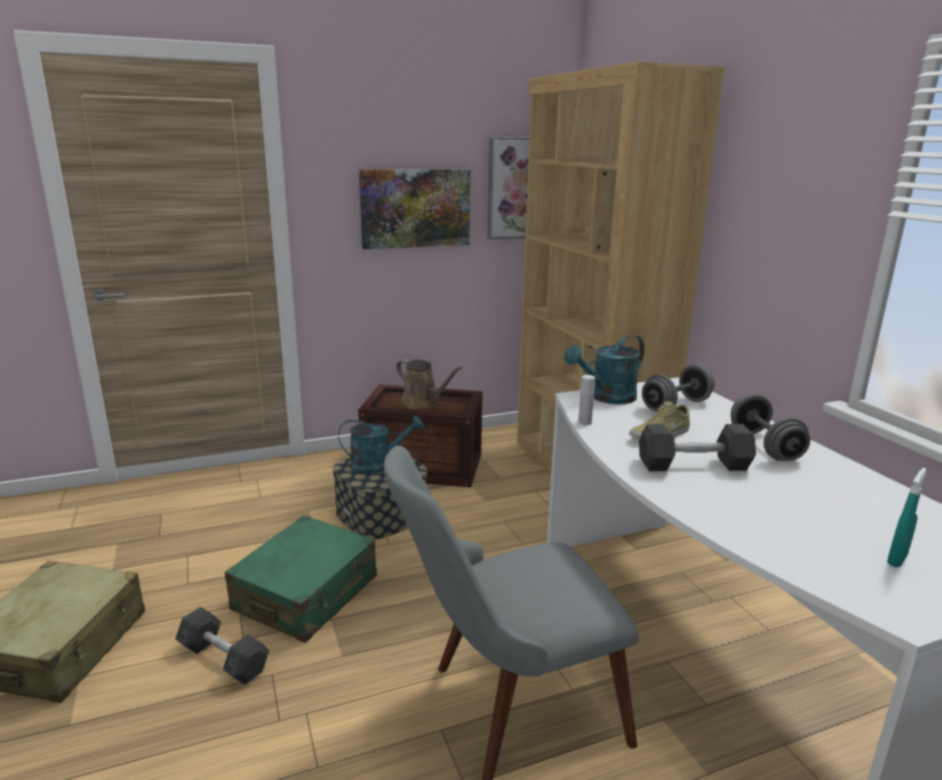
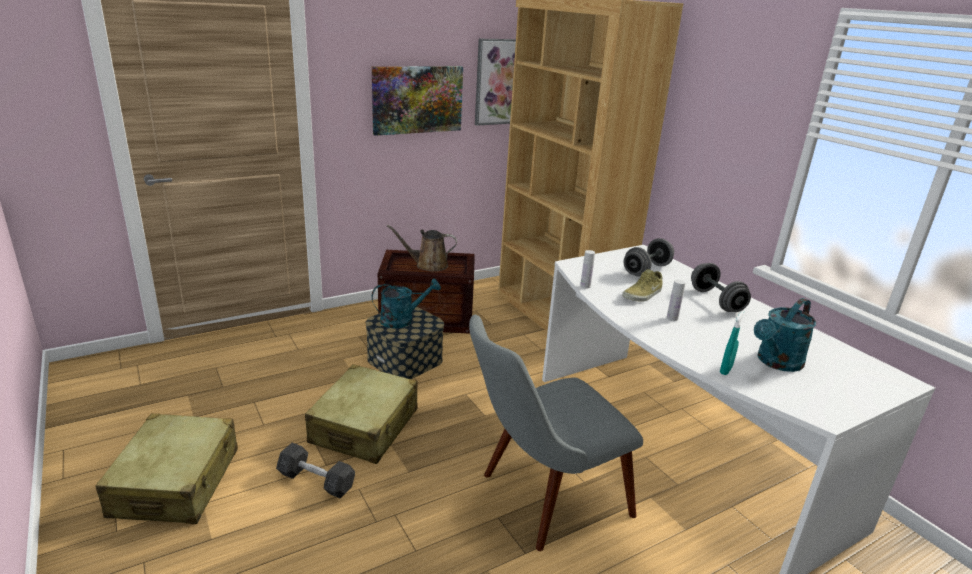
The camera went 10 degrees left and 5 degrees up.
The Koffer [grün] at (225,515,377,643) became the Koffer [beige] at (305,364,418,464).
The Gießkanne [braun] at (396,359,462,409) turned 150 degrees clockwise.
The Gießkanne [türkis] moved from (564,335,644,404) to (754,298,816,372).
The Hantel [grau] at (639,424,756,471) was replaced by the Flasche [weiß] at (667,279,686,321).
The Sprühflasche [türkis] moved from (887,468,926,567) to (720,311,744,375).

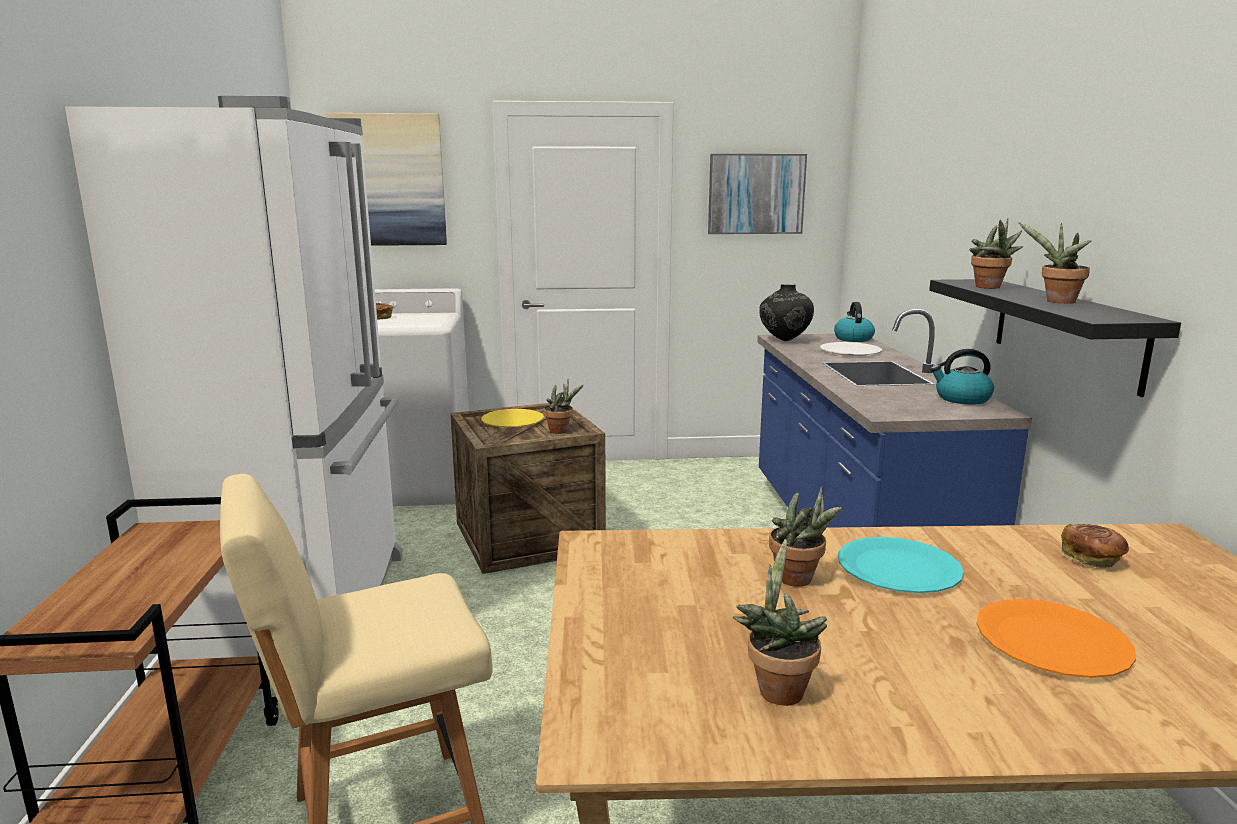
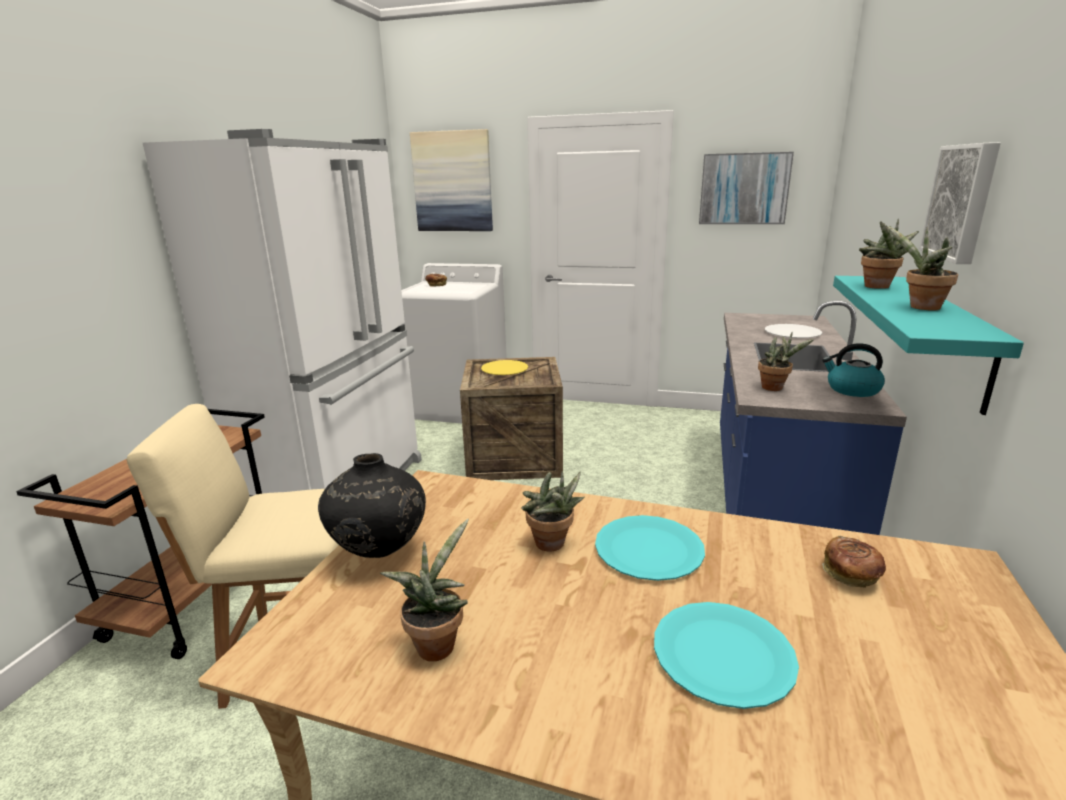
The camera went 20 degrees right and 5 degrees up.
The Topfpflanze moved from (544,379,584,434) to (758,331,814,391).
The Vase [schwarz] moved from (759,284,814,341) to (318,453,426,558).
The Wasserkessel at (834,302,875,342) disappeared.
The Wandregal [schwarz] at (929,279,1181,397) became the Wandregal [türkis] at (833,276,1024,415).
The Teller [orange] at (976,599,1136,678) became the Teller [türkis] at (654,602,799,709).
The Bild at (919,142,1001,264) appeared.

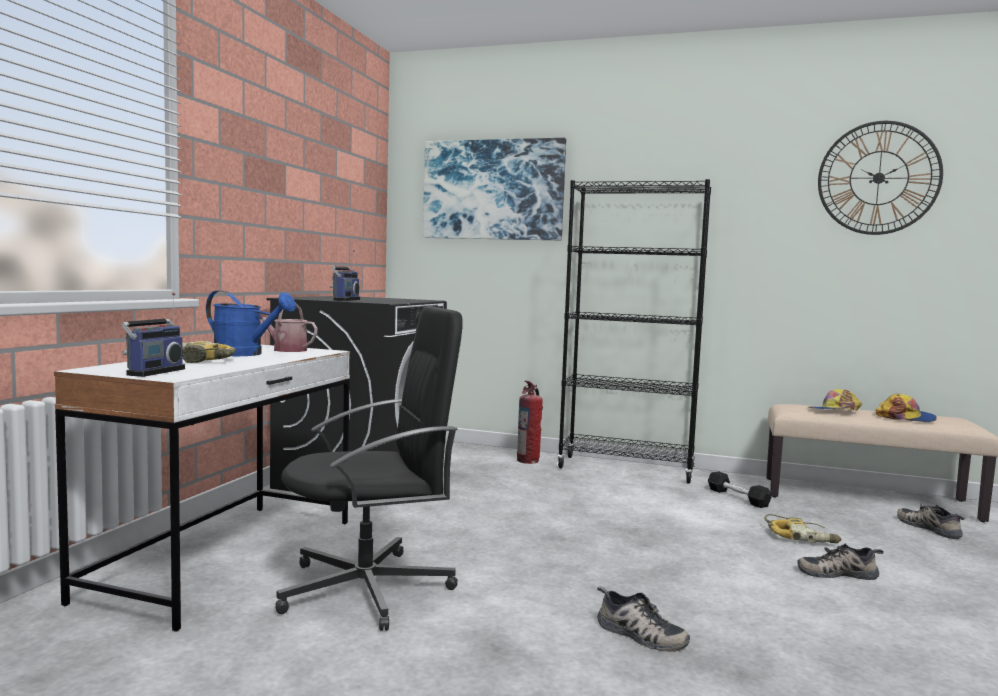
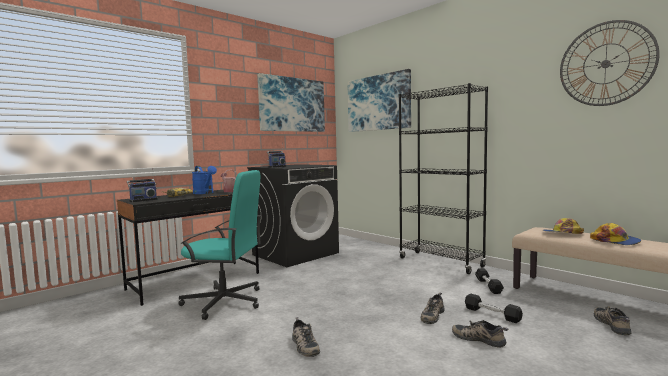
The camera went 30 degrees right and 0 degrees up.
The Schreibtisch [weiß] at (54,345,350,632) became the Schreibtisch [schwarz] at (117,190,259,306).
The Bürostuhl [schwarz] at (275,306,463,631) became the Bürostuhl [türkis] at (178,170,262,320).
The Feuerlöscher at (517,380,543,464) disappeared.
The Bohrmaschine at (764,514,842,543) was replaced by the Hantel [schwarz] at (465,293,523,323).
The Bild at (258,73,325,132) appeared.
The Schuh at (421,293,444,324) appeared.

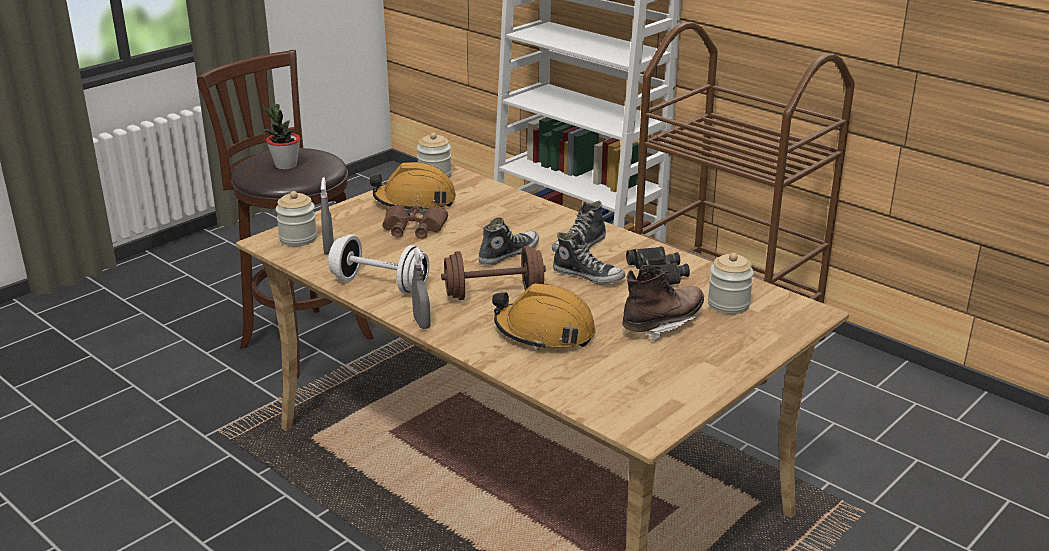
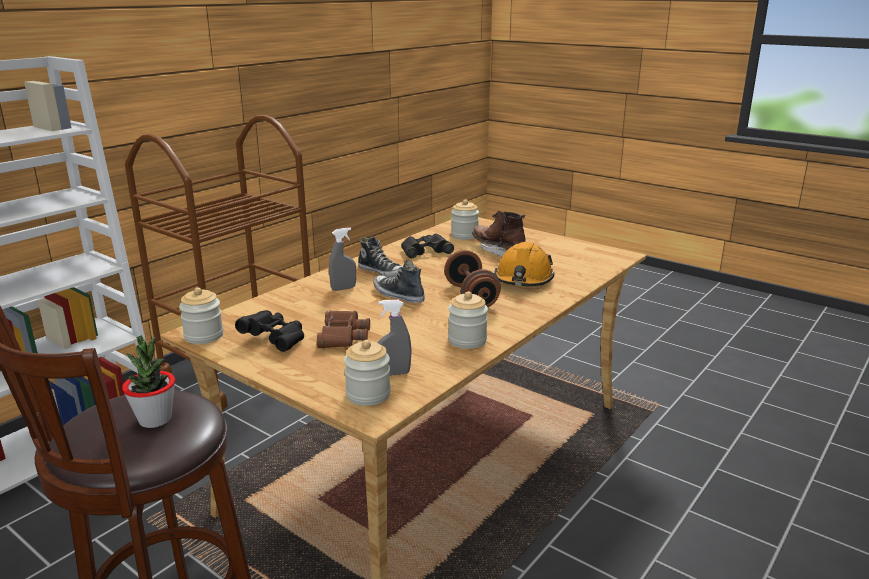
The camera went 95 degrees left and 5 degrees down.
The Hantel [weiß] at (328,234,429,293) was replaced by the Vorratsglas at (448,292,488,349).
The Schutzhelm [orange] at (370,162,456,210) was replaced by the Fernglas [schwarz] at (235,310,304,352).
The Sprühflasche [grau] moved from (412,247,431,329) to (329,228,356,291).
The Schuh at (553,231,625,285) disappeared.

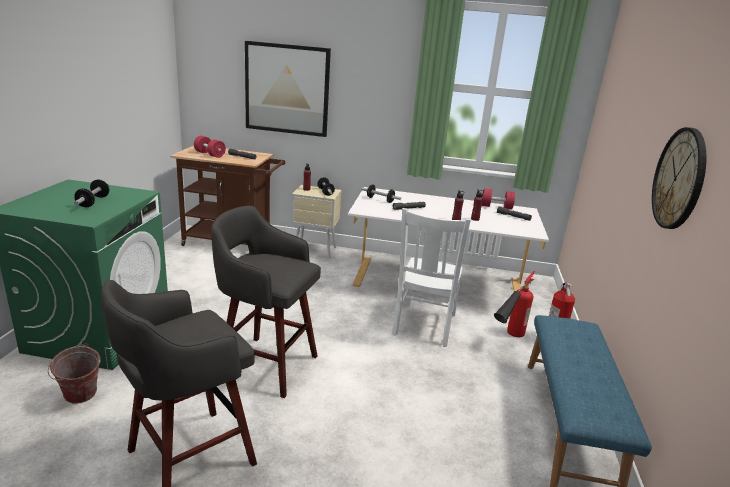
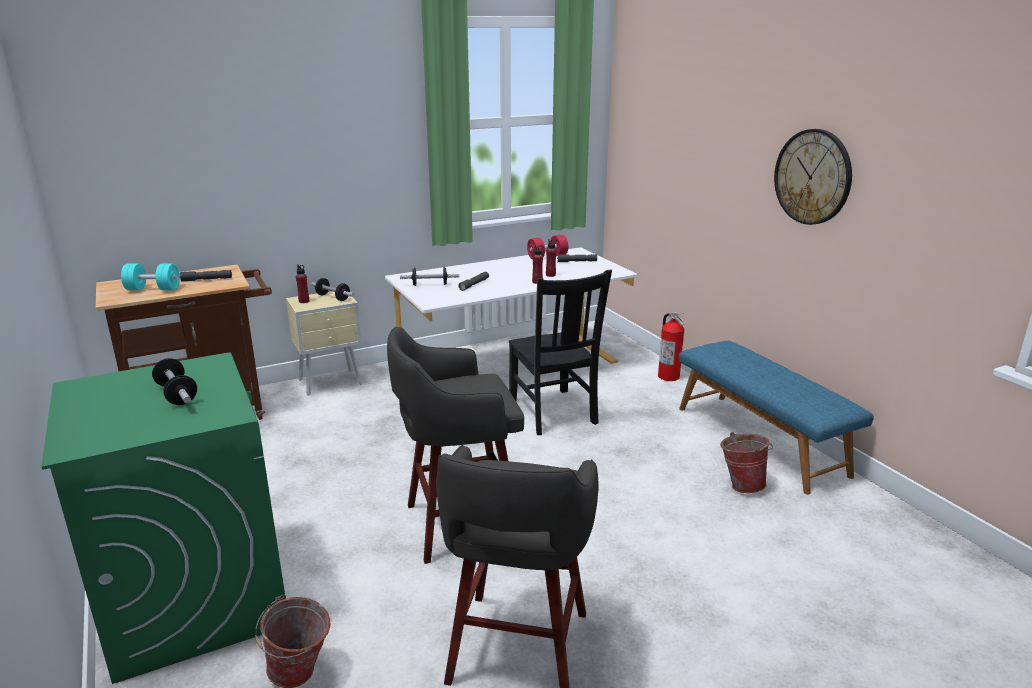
The camera went 35 degrees left and 0 degrees up.
The Hantel [rot] at (194,136,226,158) became the Hantel [türkis] at (121,264,180,290).
The Bild at (245,41,331,137) disappeared.
The Stuhl [weiß] at (392,208,471,347) became the Stuhl [schwarz] at (509,270,612,435).
The Feuerlöscher at (494,271,535,337) disappeared.
The Eimer at (720,432,773,493) appeared.

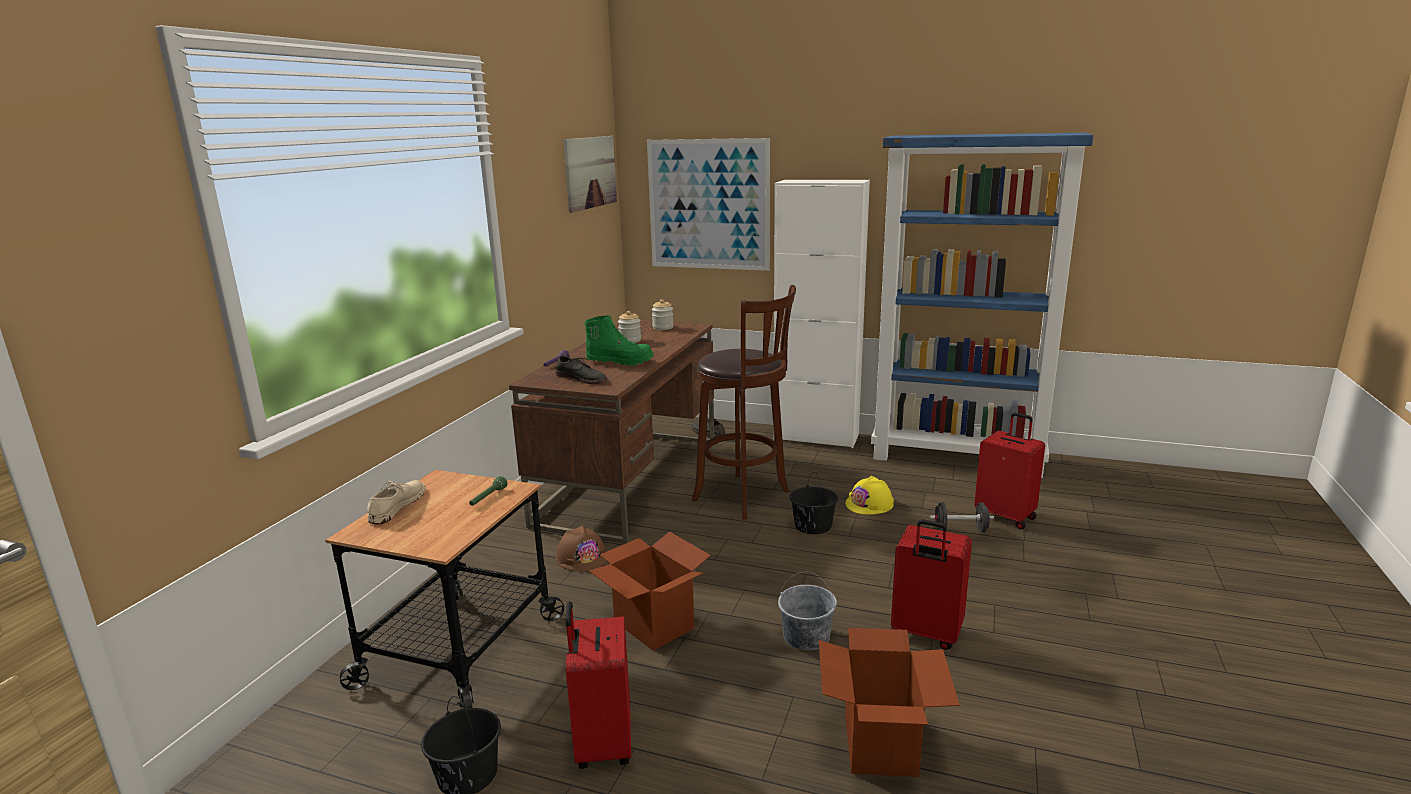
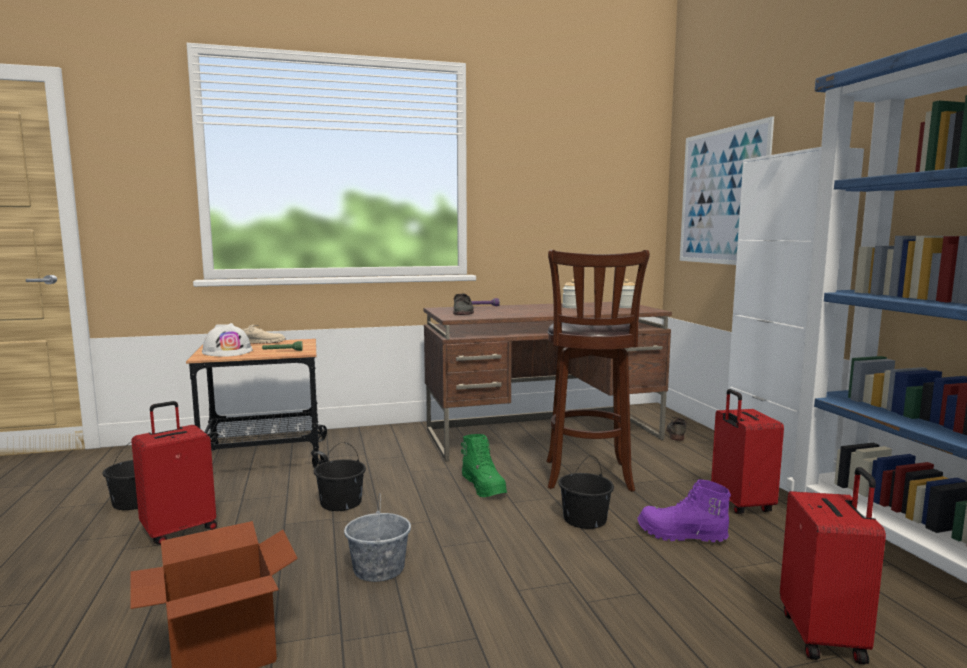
The camera went 55 degrees right and 10 degrees down.
The Schutzhelm [braun] at (556,525,607,571) disappeared.
The Bild at (563,136,617,213) disappeared.
The Stiefel [grün] moved from (584,315,654,366) to (461,434,507,497).
The Karton at (589,531,711,651) was replaced by the Eimer [schwarz] at (314,442,366,511).
The Schutzhelm [gelb] at (846,476,894,515) was replaced by the Stiefel [lila] at (638,480,731,542).
The Koffer [rot] moved from (891,519,972,650) to (711,389,784,514).
The Hantel [schwarz] at (929,502,994,532) disappeared.
The Schutzhelm [weiß] at (202,323,253,357) appeared.

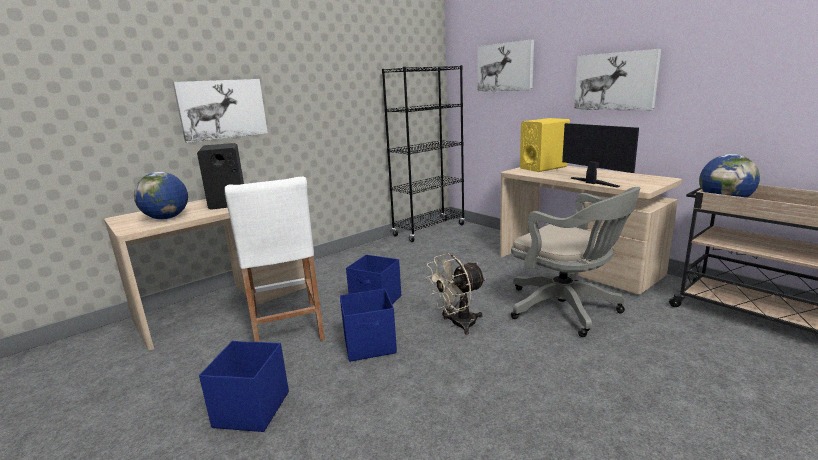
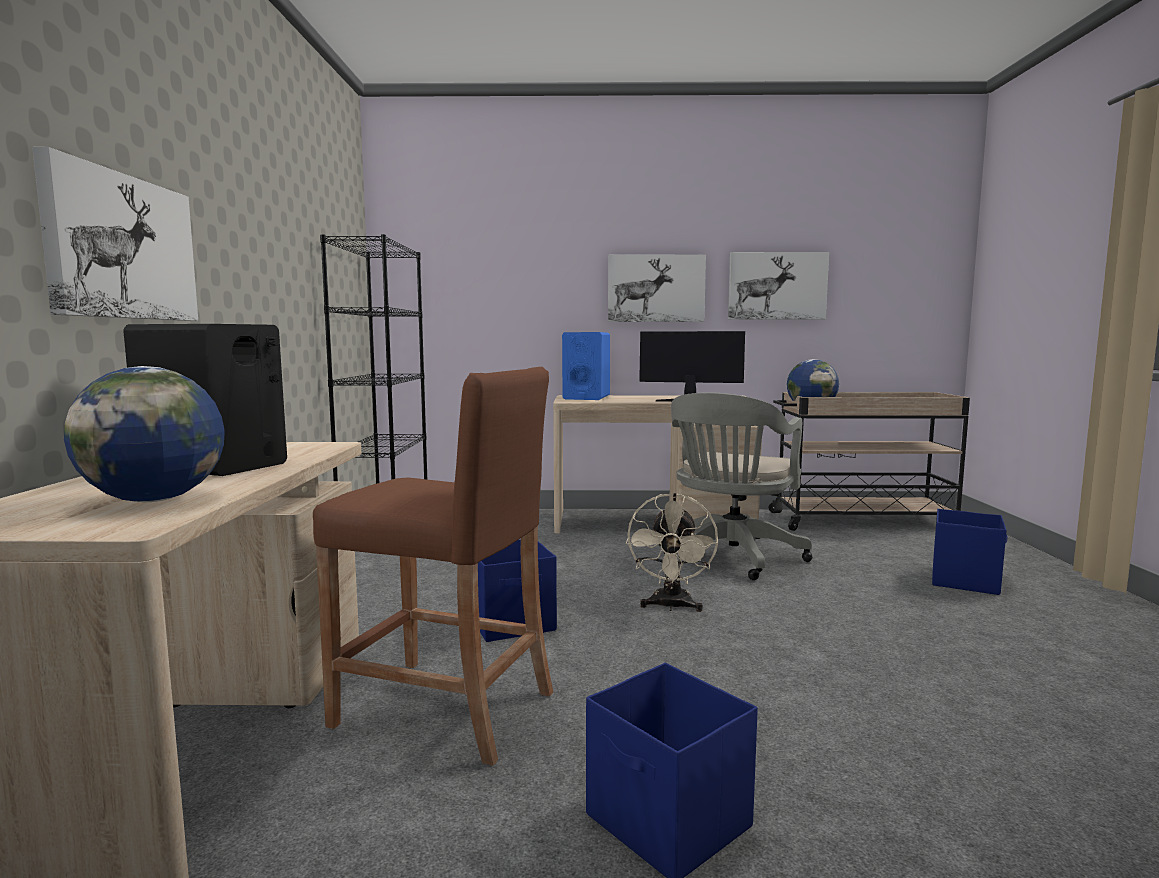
The camera went 50 degrees left and 10 degrees down.
The Hocker [weiß] at (225,177,325,342) became the Hocker [braun] at (313,367,553,766).
The Aufbewahrungsbox [blau] moved from (340,289,397,362) to (932,509,1008,595).
The Bild moved from (477,39,534,92) to (728,252,829,320).
The Bürostuhl [grau] at (511,187,640,337) turned 120 degrees clockwise.
The Lautsprecher [gelb] at (520,118,570,172) became the Lautsprecher [blau] at (562,332,610,400).

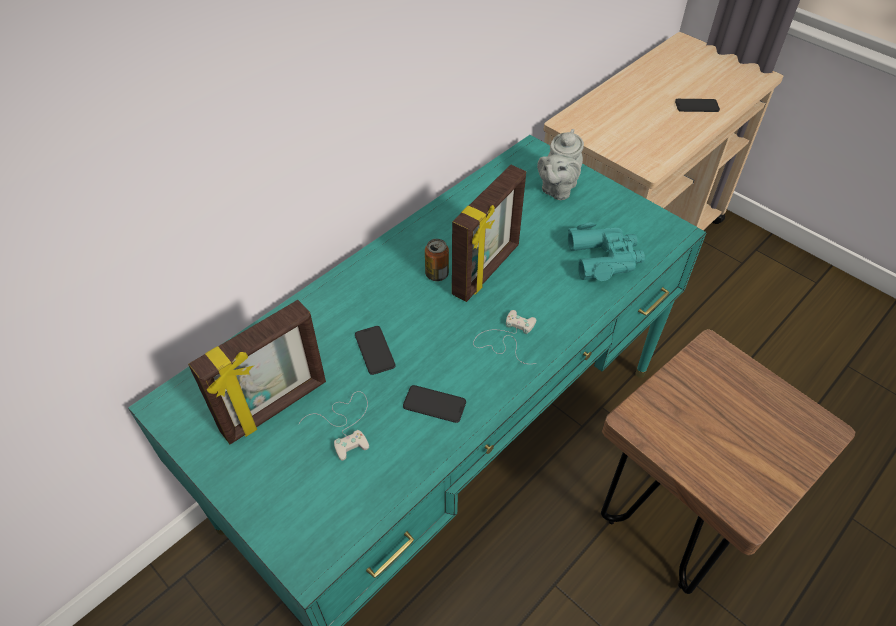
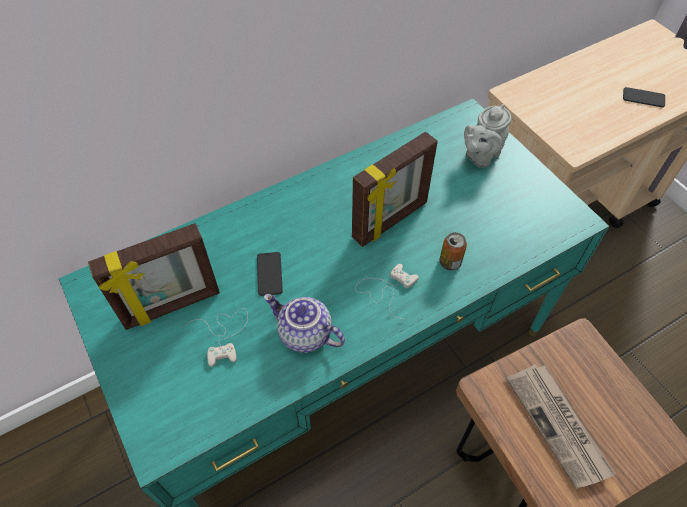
The camera went 15 degrees right and 5 degrees up.
The Handy at (403,385,466,423) was replaced by the Teekanne at (264,294,345,353).
The Dose moved from (425,239,449,281) to (439,232,467,270).
The Fernglas [türkis] at (568,222,645,281) disappeared.
The Zeitung at (506,364,616,489) appeared.

